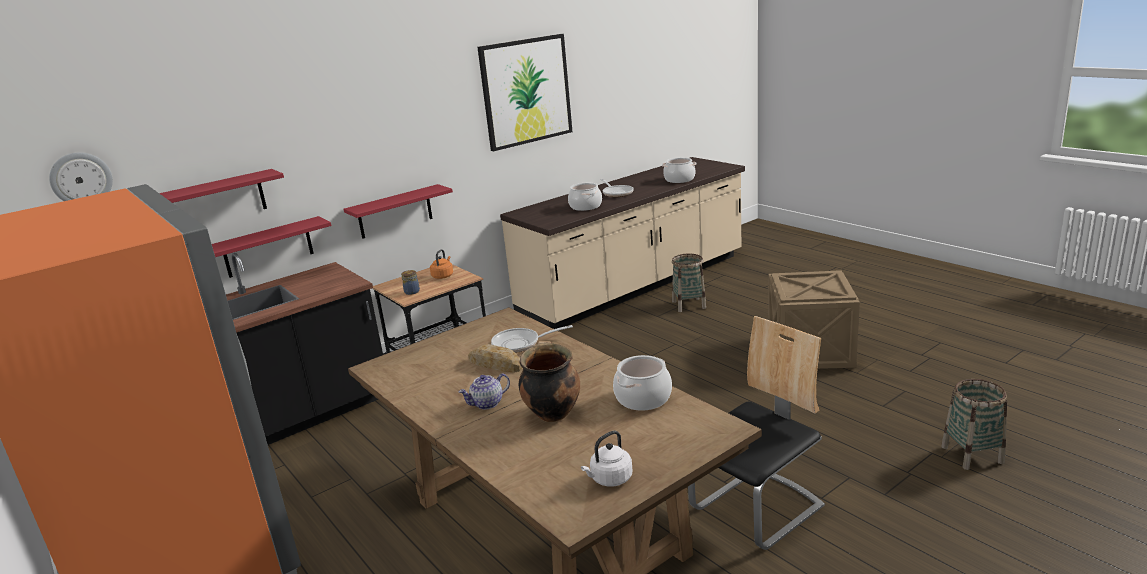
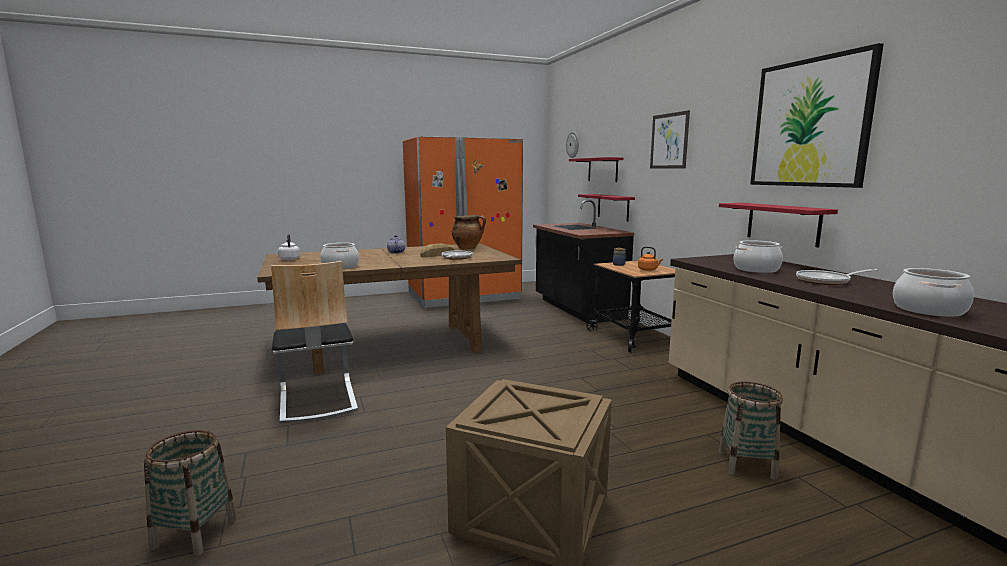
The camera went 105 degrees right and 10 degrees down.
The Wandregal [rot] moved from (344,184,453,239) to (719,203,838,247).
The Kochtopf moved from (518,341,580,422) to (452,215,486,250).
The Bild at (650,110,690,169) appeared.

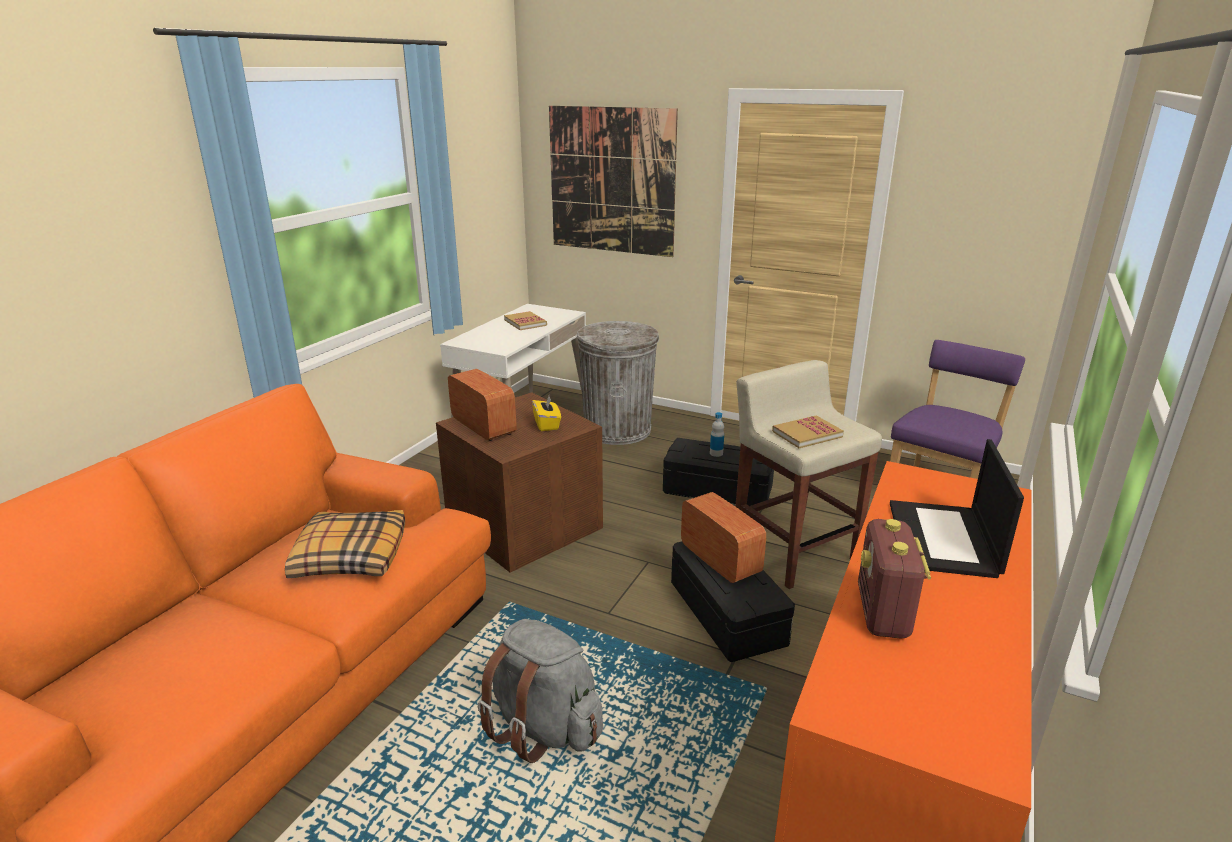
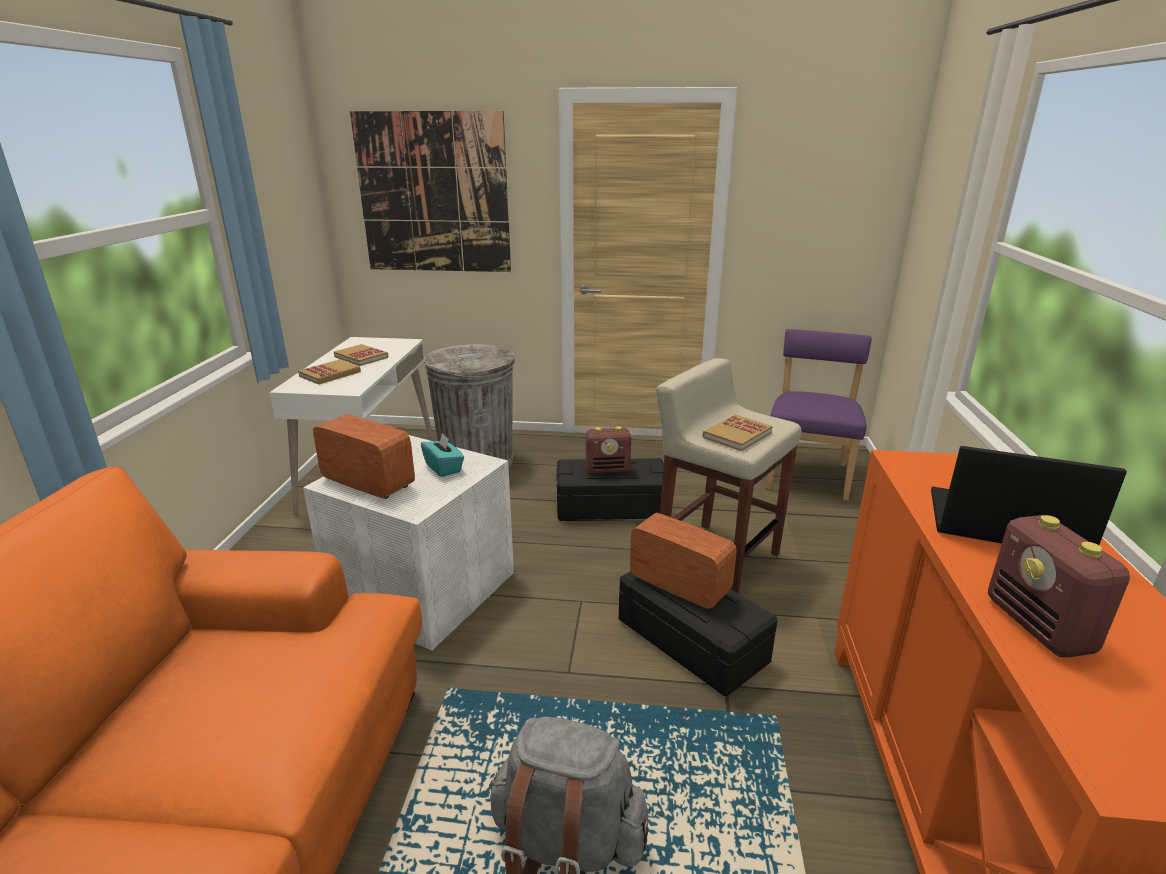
The camera went 20 degrees left and 0 degrees up.
The Kissen at (285,510,405,578) disappeared.
The Aufbewahrungsbox [braun] at (436,392,603,573) became the Aufbewahrungsbox [weiß] at (303,435,514,650).
The Taschentuchbox [gelb] at (532,396,561,431) became the Taschentuchbox [türkis] at (421,433,464,477).
The Flasche at (710,412,724,457) was replaced by the Radio at (586,426,631,474).
The Laptop at (890,439,1024,578) turned 120 degrees clockwise.
The Buch at (298,359,361,385) appeared.

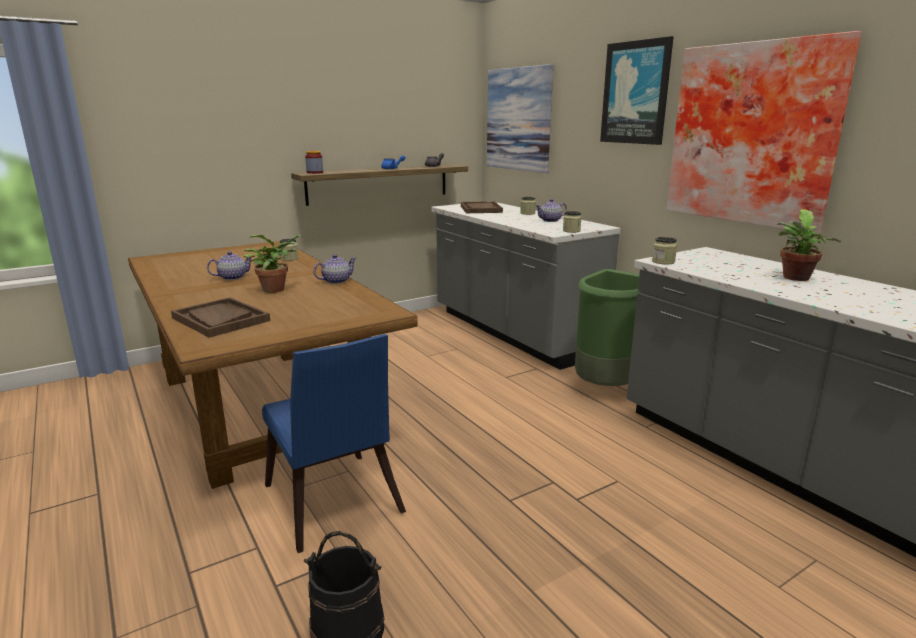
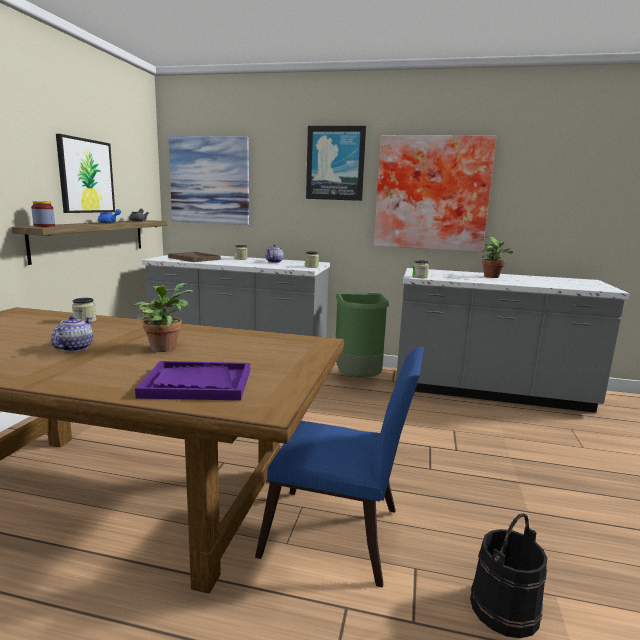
The camera went 45 degrees left and 5 degrees down.
The Tablett [braun] at (171,297,270,338) became the Tablett [lila] at (135,361,250,400).
The Teekanne at (313,254,356,284) disappeared.
The Bild at (56,134,115,213) appeared.

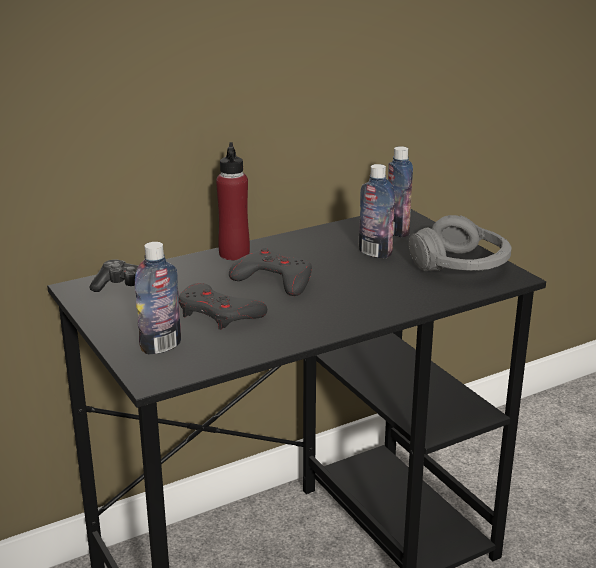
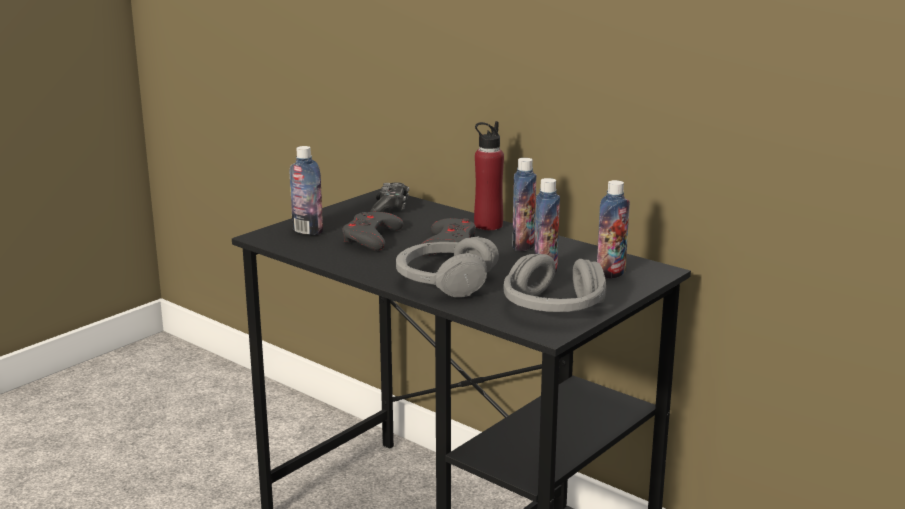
The camera went 70 degrees right and 5 degrees down.
The Kopfhörer [grau] at (396,236,499,298) appeared.
The Flasche at (512,158,537,251) appeared.

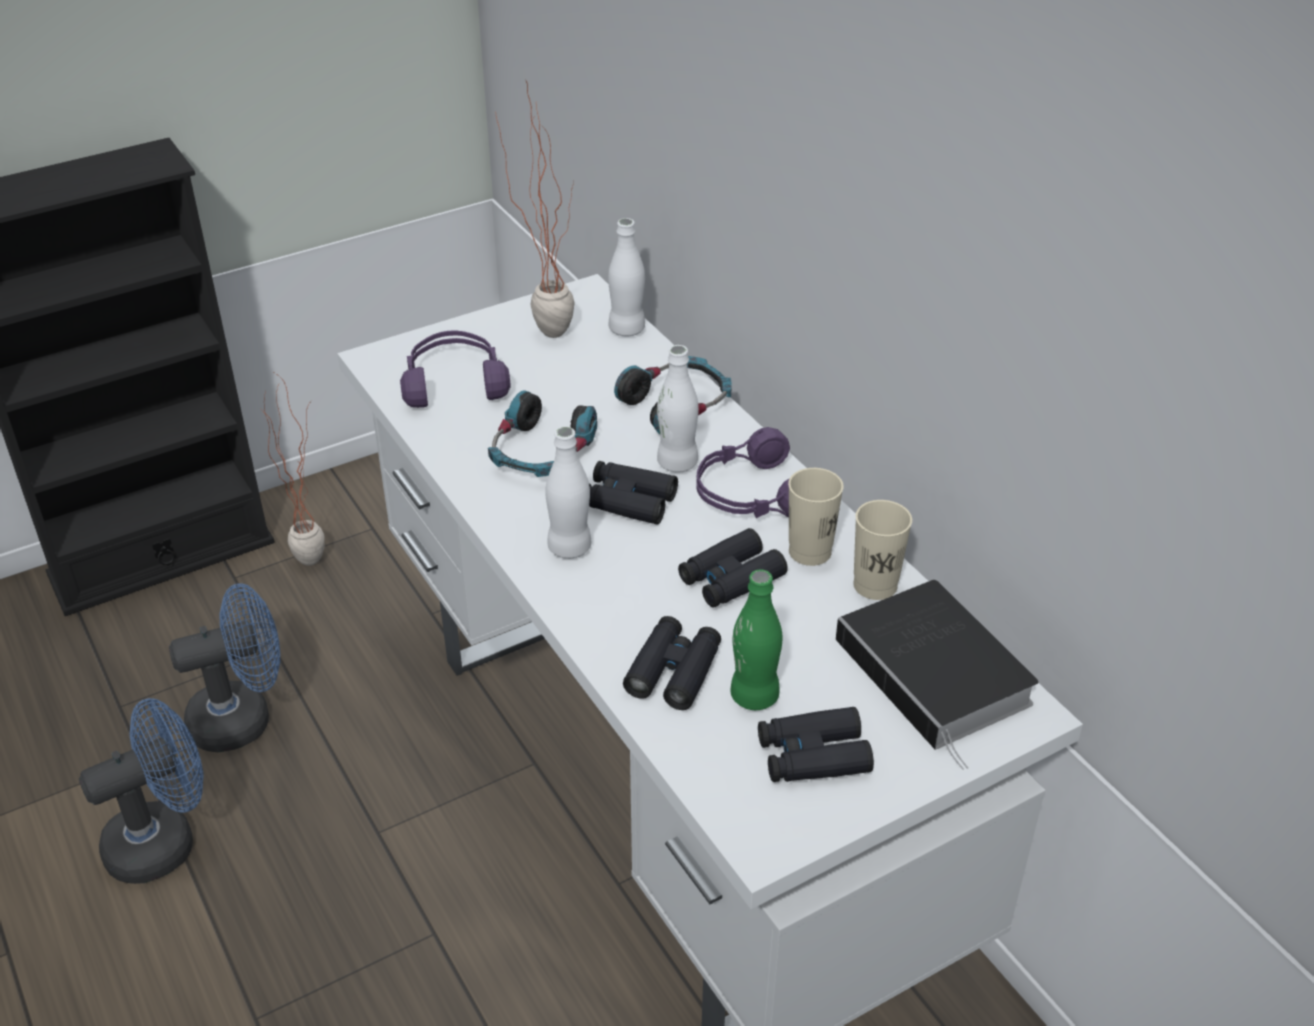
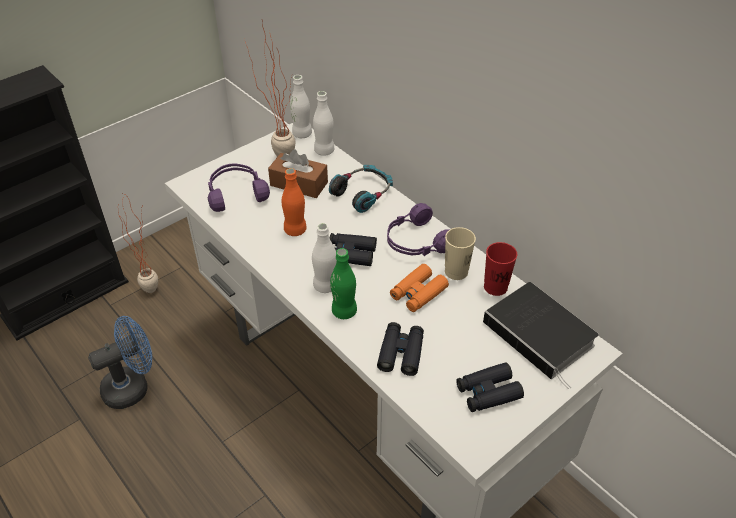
The camera went 10 degrees left and 5 degrees up.
The Ventilator [blau] at (79,698,204,884) disappeared.
The Kopfhörer at (488,390,597,477) was replaced by the Flasche [orange] at (282,168,307,236).
The Flasche [weiß] moved from (657,345,699,473) to (290,75,312,138).
The Fernglas [schwarz] at (678,528,788,608) became the Fernglas [orange] at (390,264,449,312).
The Flasche [grün] moved from (730,570,782,710) to (330,248,357,319).
The Tasse [beige] at (853,500,912,600) became the Tasse [rot] at (484,242,517,296).
The Taschentuchbox [braun] at (268,149,328,198) appeared.

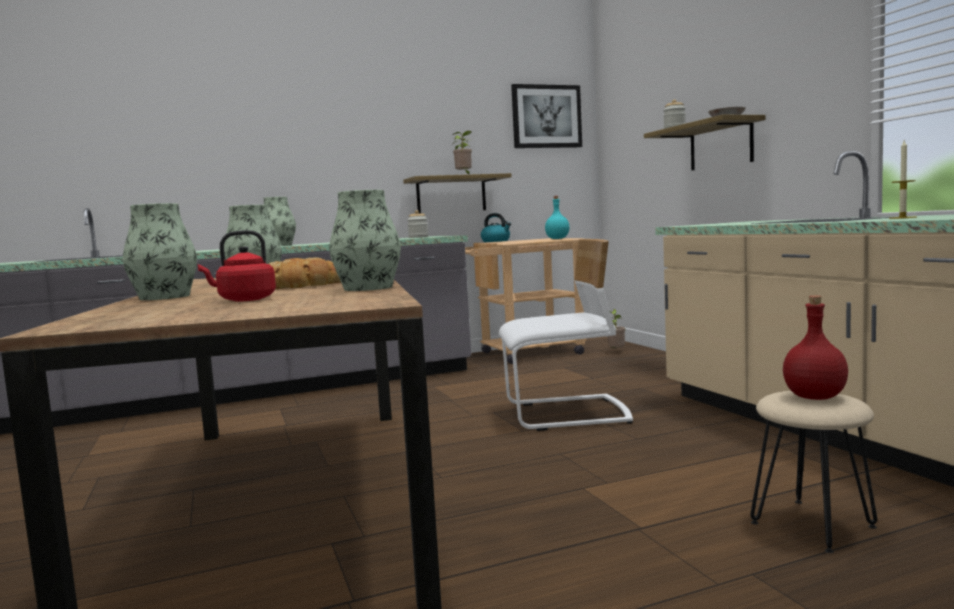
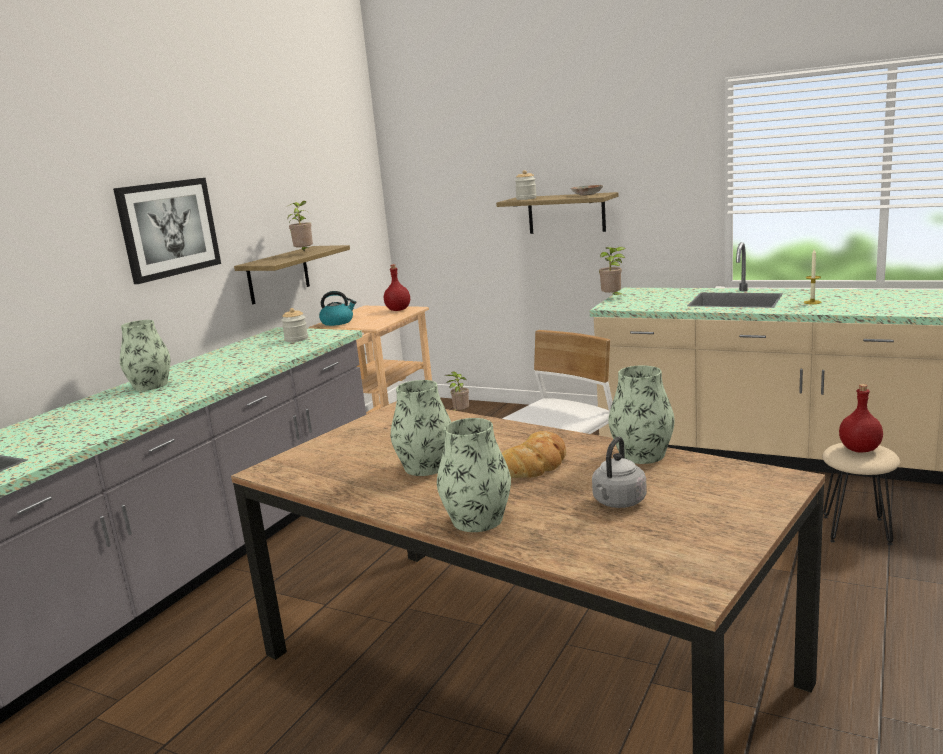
The camera went 40 degrees left and 10 degrees up.
The Wasserkessel [rot] at (198,230,276,302) became the Wasserkessel [grau] at (592,437,647,508).
The Bild moved from (511,84,582,148) to (113,178,221,284).
The Flasche [türkis] at (545,196,570,239) became the Flasche [rot] at (384,264,410,311).
The Topfpflanze at (599,247,626,295) appeared.

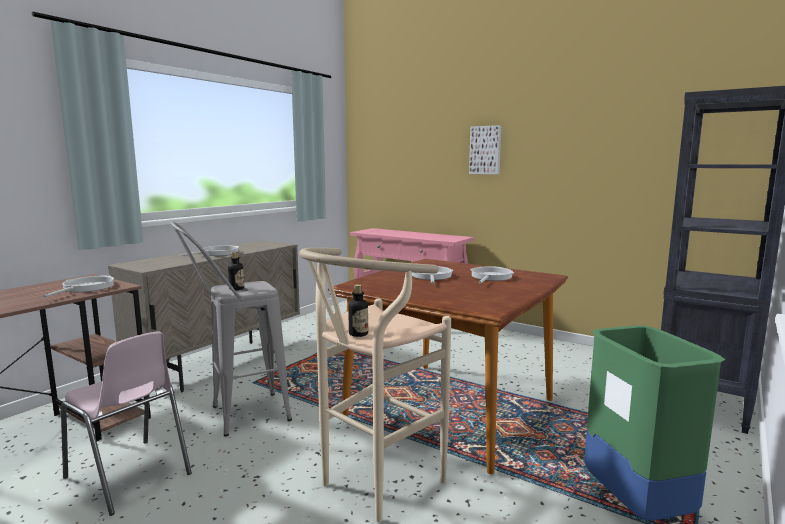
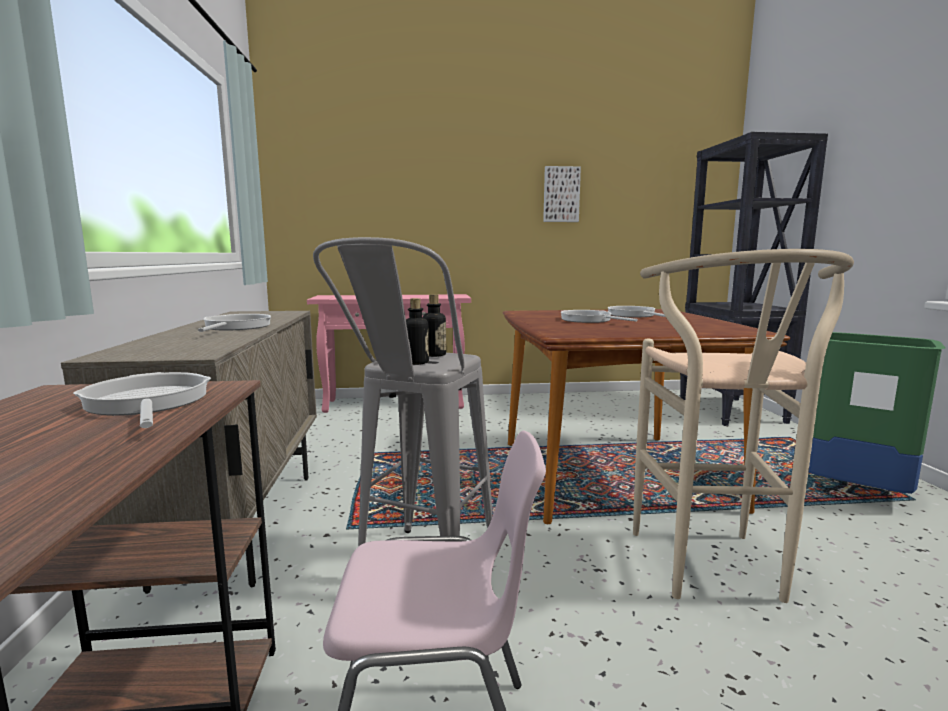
The camera went 40 degrees left and 0 degrees up.
The Flasche moved from (348,284,368,337) to (423,294,446,357).
The Bild moved from (469,125,501,174) to (543,166,581,222).

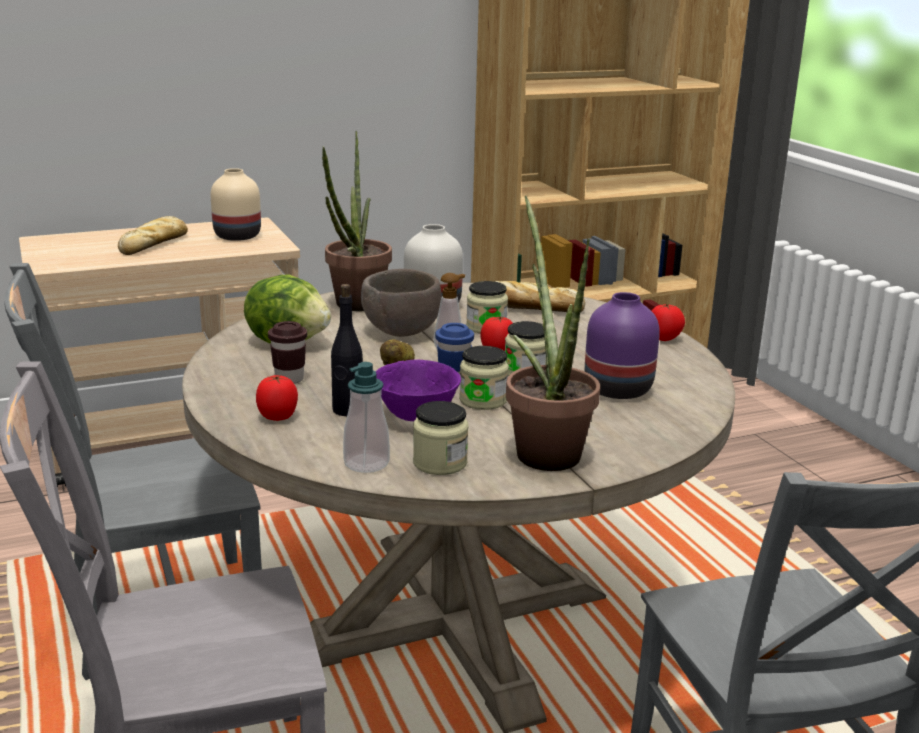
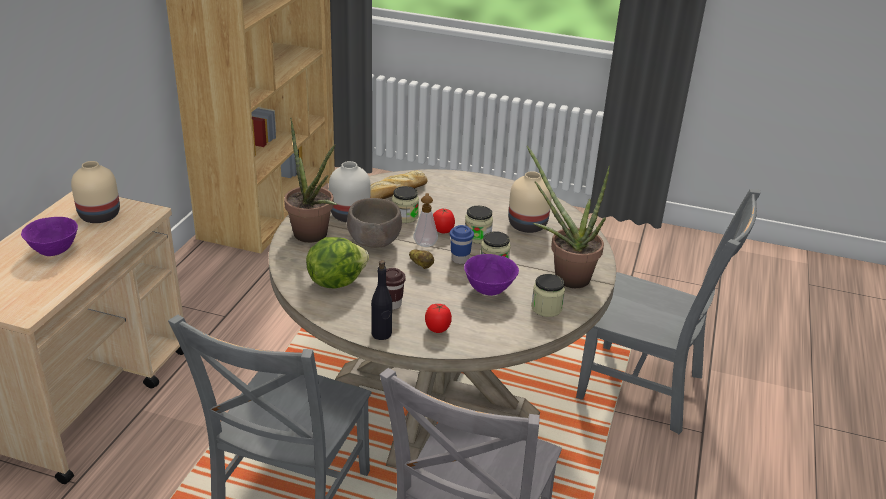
The camera went 50 degrees left and 10 degrees up.
The Brot at (118,216,188,255) was replaced by the Schüssel [lila] at (21,217,78,256).
The Flasche [schwarz] moved from (331,284,363,416) to (371,260,392,340).
The Seifenspender at (343,362,390,473) disappeared.
The Vase [lila] at (585,292,660,399) became the Vase [beige] at (508,171,552,233).
The Tomate at (652,304,685,341) disappeared.

